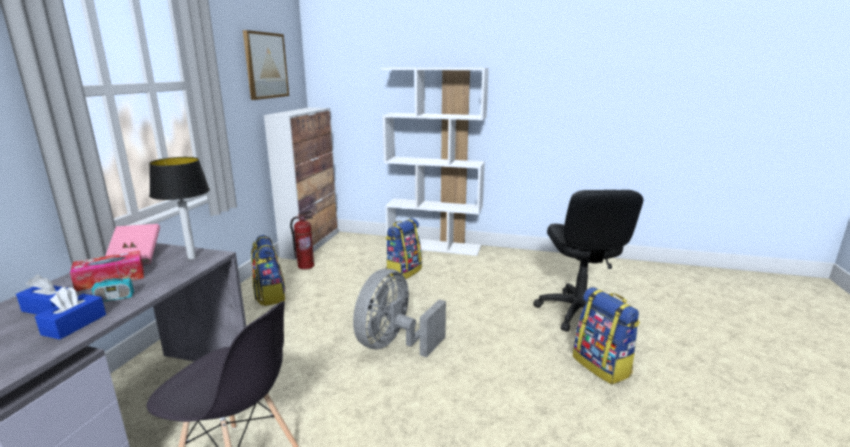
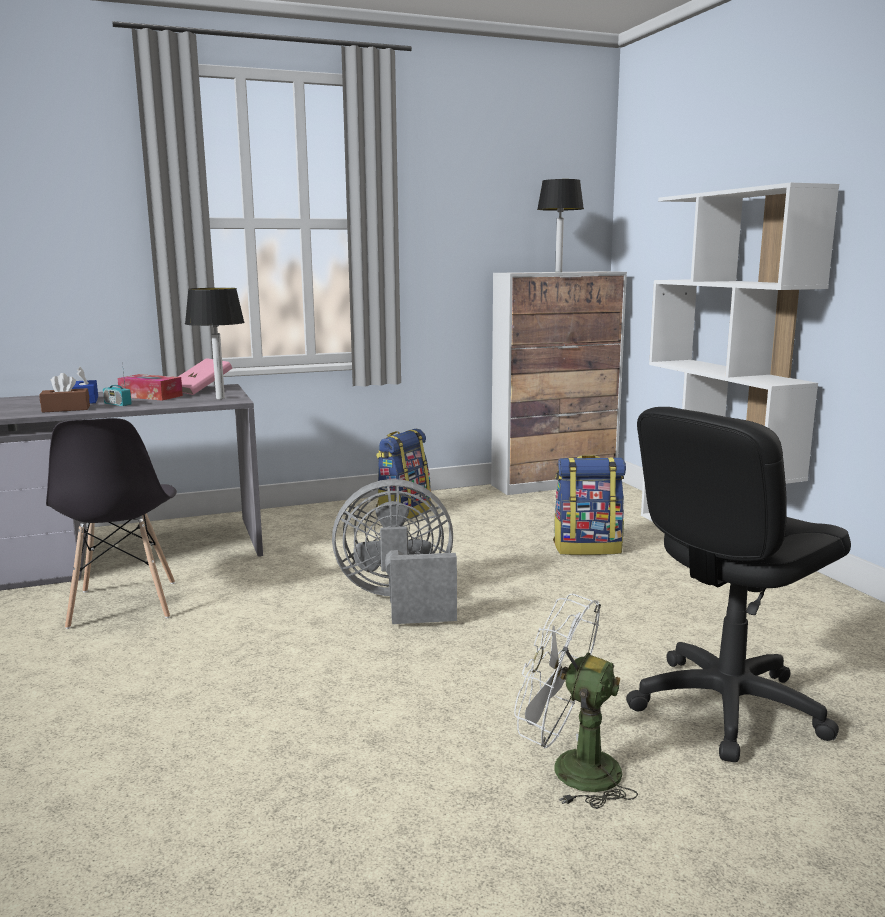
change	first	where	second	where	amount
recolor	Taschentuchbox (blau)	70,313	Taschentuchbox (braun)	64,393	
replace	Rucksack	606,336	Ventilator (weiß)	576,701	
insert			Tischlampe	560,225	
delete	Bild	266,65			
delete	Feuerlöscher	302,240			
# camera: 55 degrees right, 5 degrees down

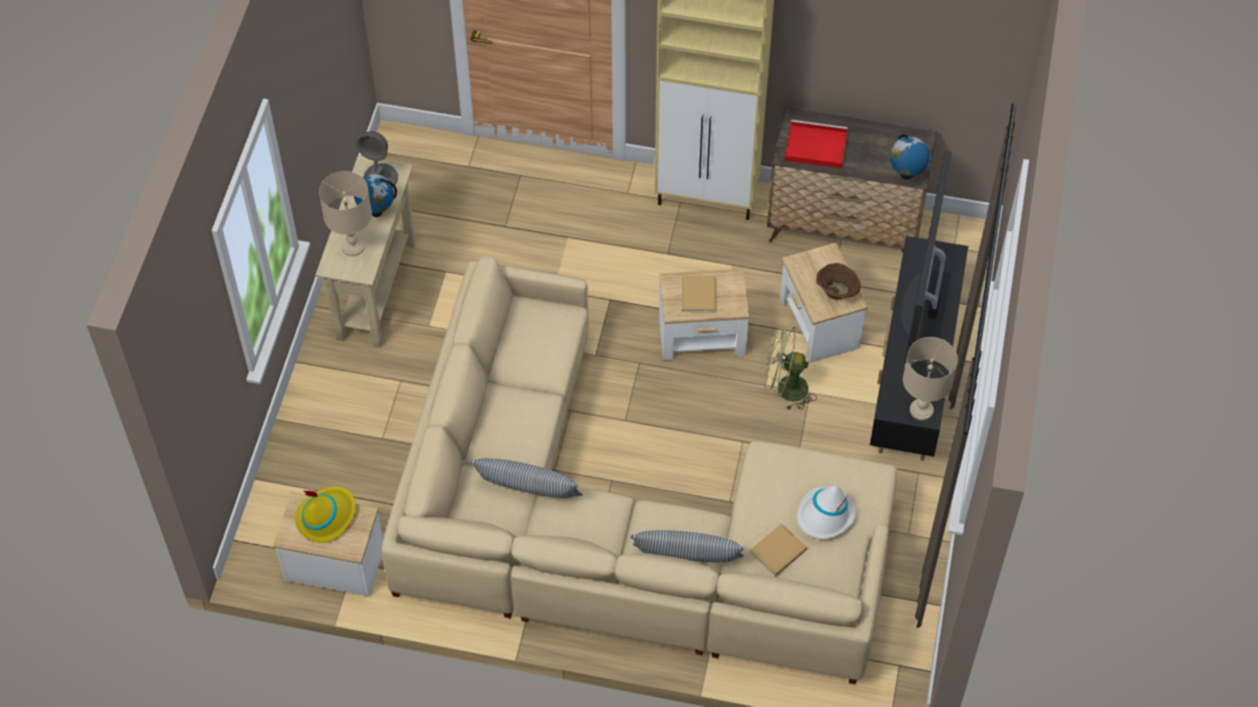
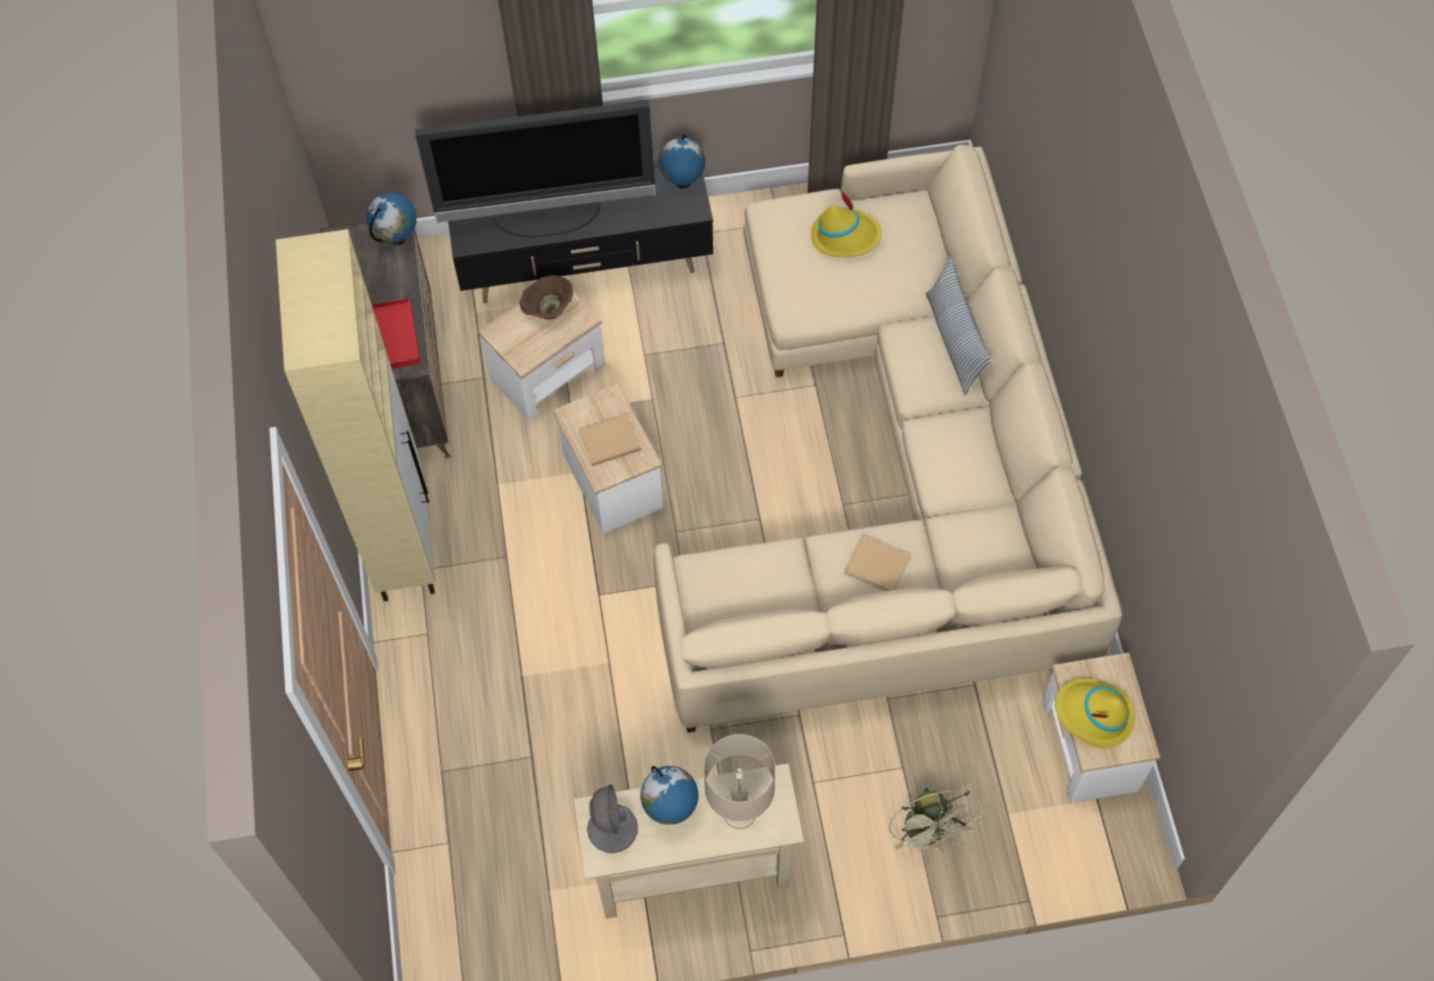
change	first	where	second	where	amount
replace	Tischlampe (beige)	930,378	Globus	682,161	
recolor	Hut (weiß)	826,512	Hut (gelb)	846,223	
move	Buch (beige)	778,550		877,563	
move	Ventilator (grün)	791,368		936,821	
delete	Kissen	526,478			
# camera: 110 degrees left, 5 degrees up

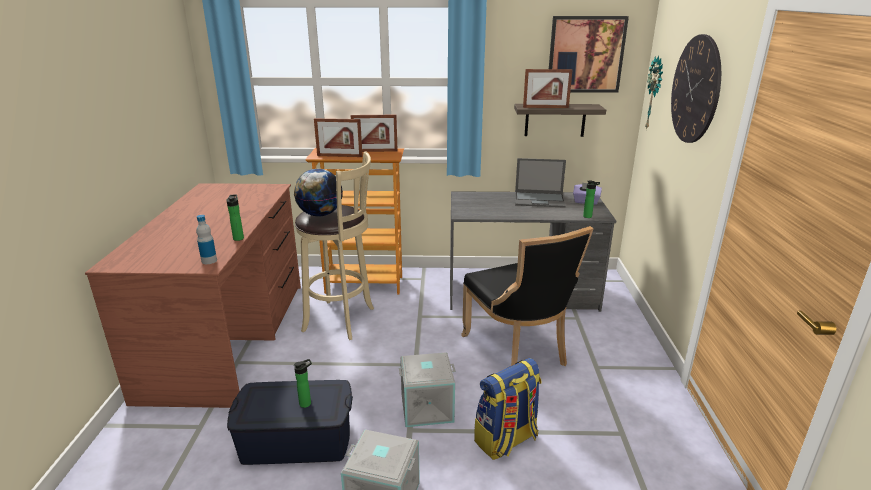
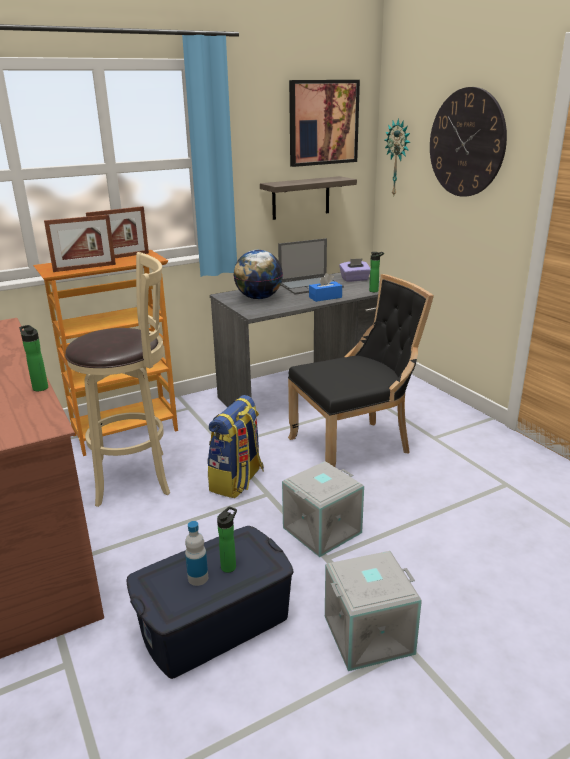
change	first	where	second	where	amount
move	Flasche	206,239		196,553	
move	Rucksack	507,409		236,446	
move	Globus	318,193		258,274	
rotate	Stuhl (schwarz)	527,296		361,370	60 degrees counterclockwise
insert			Taschentuchbox (blau)	325,287	
delete	Bilderrahmen	547,88			
# camera: 30 degrees left, 0 degrees up

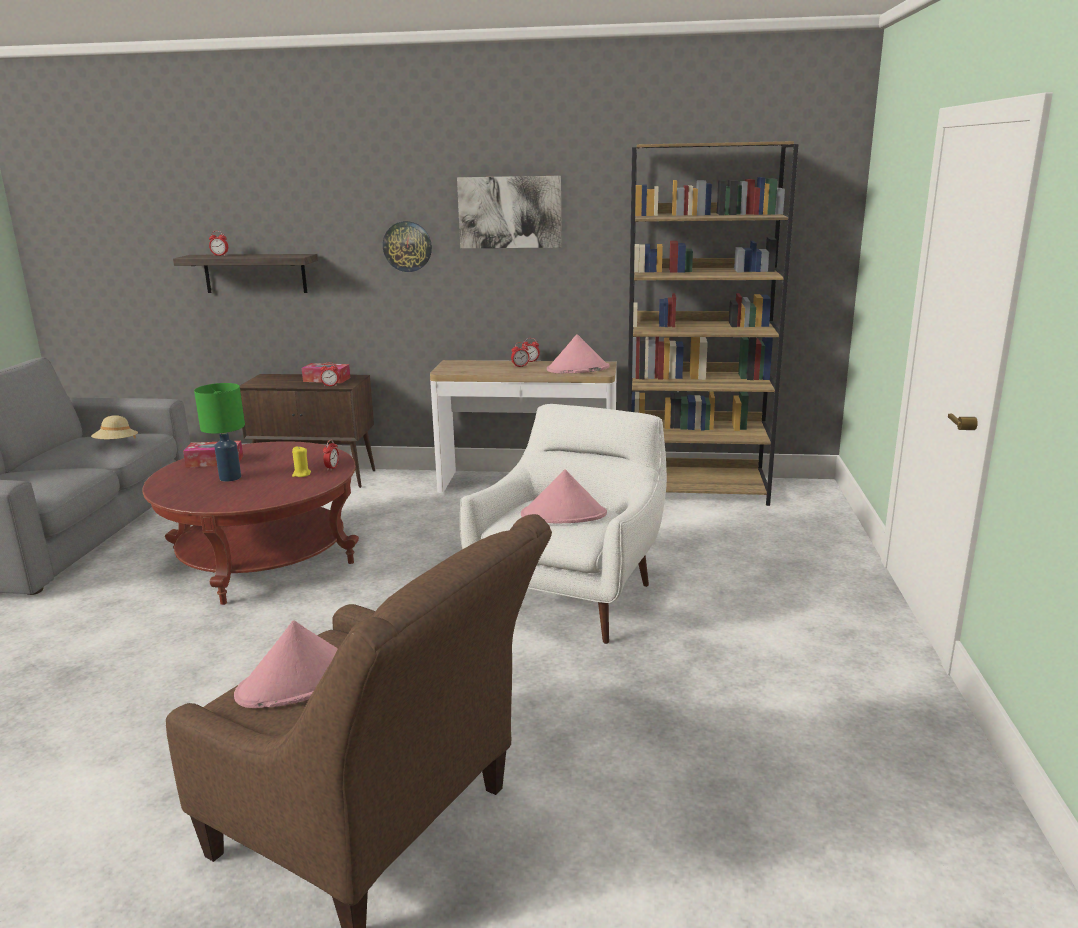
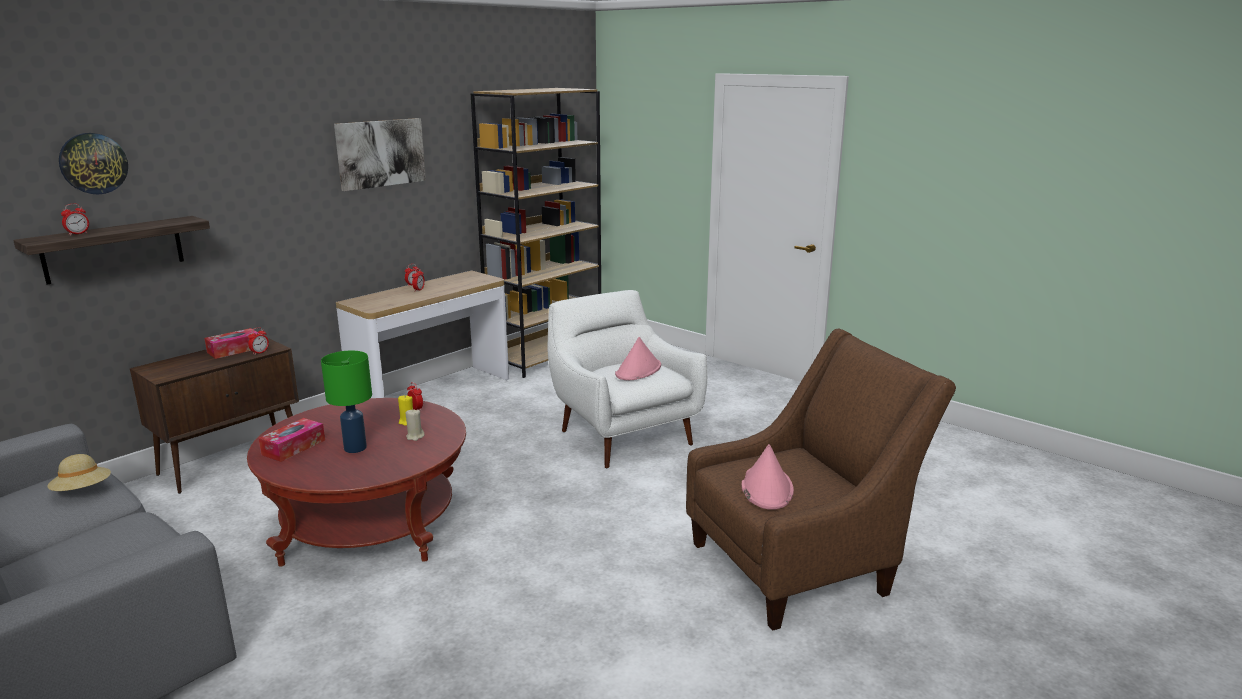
change	first	where	second	where	amount
move	Wanduhr	407,246		93,163	
insert			Kerze (beige)	415,425	
delete	Hut (rosa)	578,354			
# camera: 55 degrees left, 0 degrees up

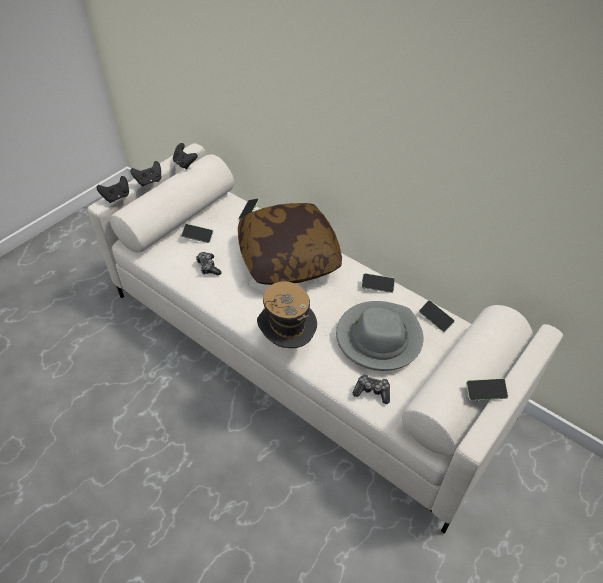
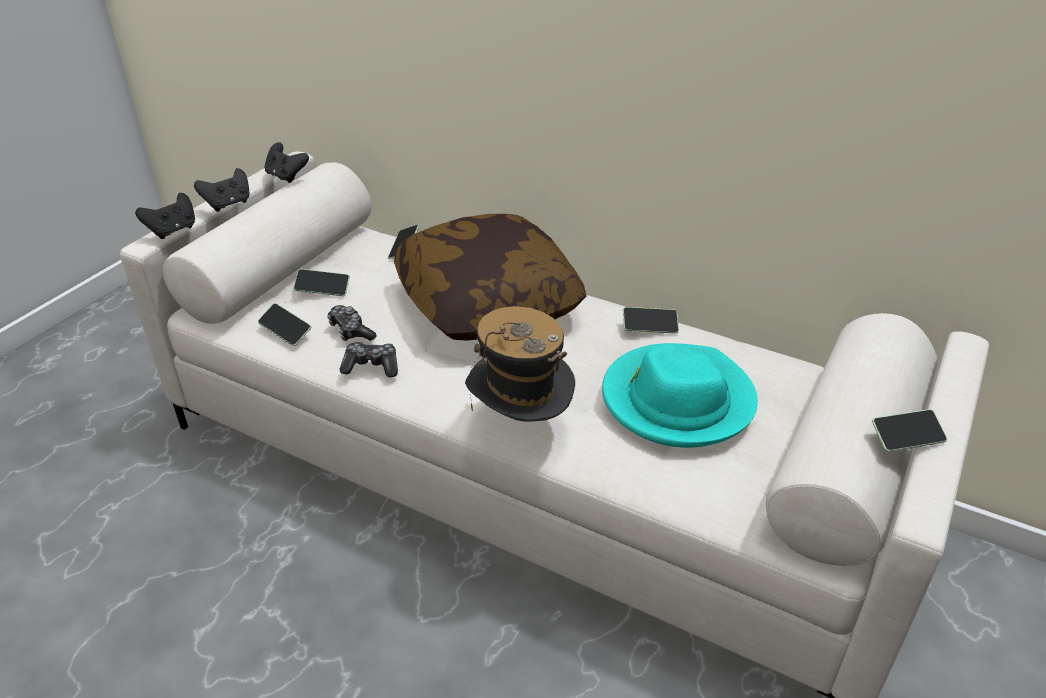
change	first	where	second	where	amount
move	Handy	437,316		284,324	
move	Gamepad	371,389		369,359	
recolor	Hut (grau)	380,336	Hut (türkis)	680,395	
# camera: 10 degrees left, 10 degrees down

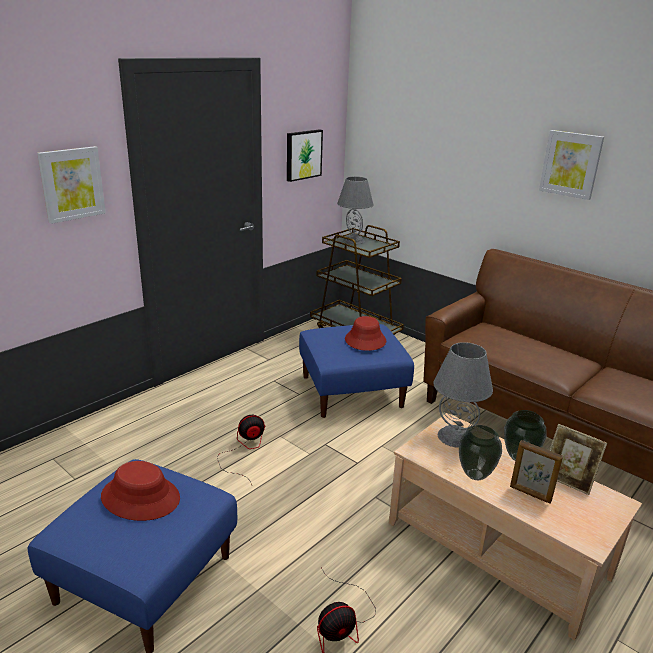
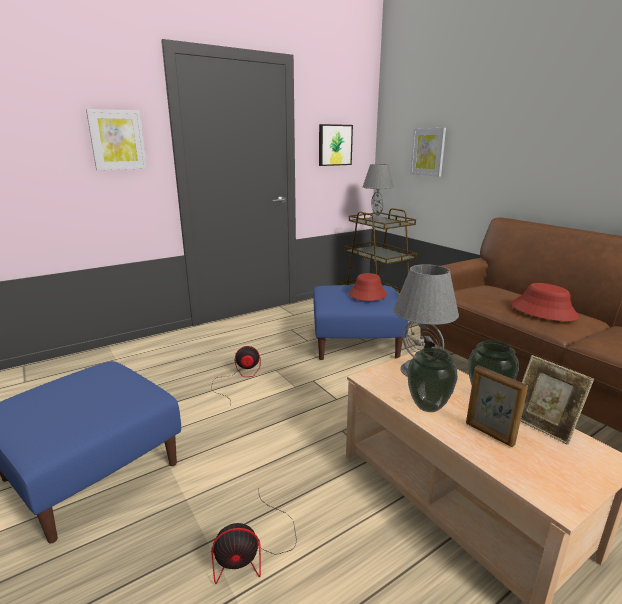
change	first	where	second	where	amount
move	Bild	571,165		428,152	
move	Hut (rot)	140,491		544,302	
# camera: 15 degrees right, 5 degrees down

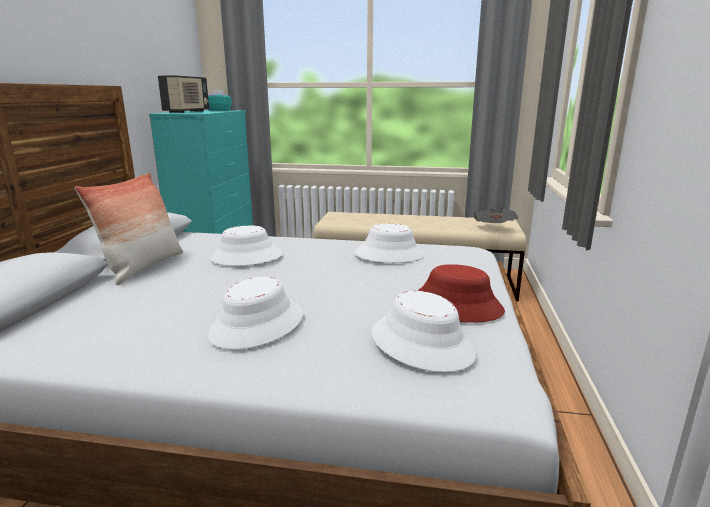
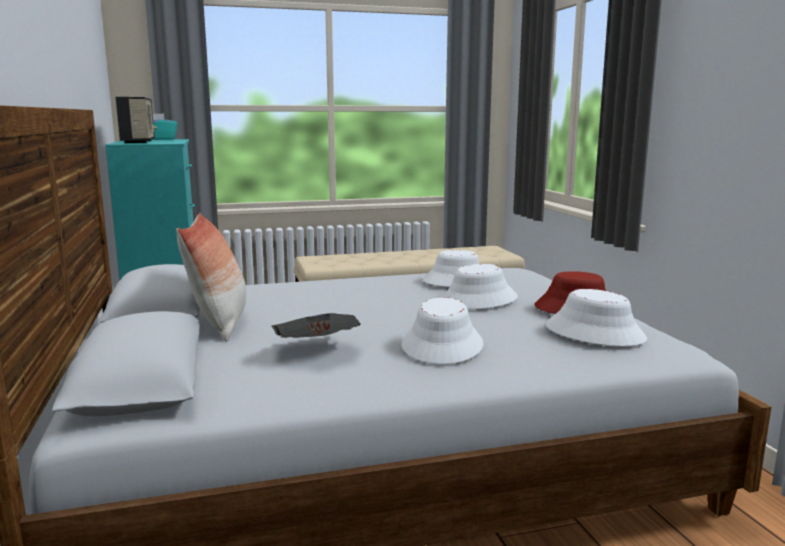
change	first	where	second	where	amount
move	Zeitung	496,215		316,325	
move	Hut (weiß)	246,245		480,286	
# camera: 25 degrees left, 5 degrees down

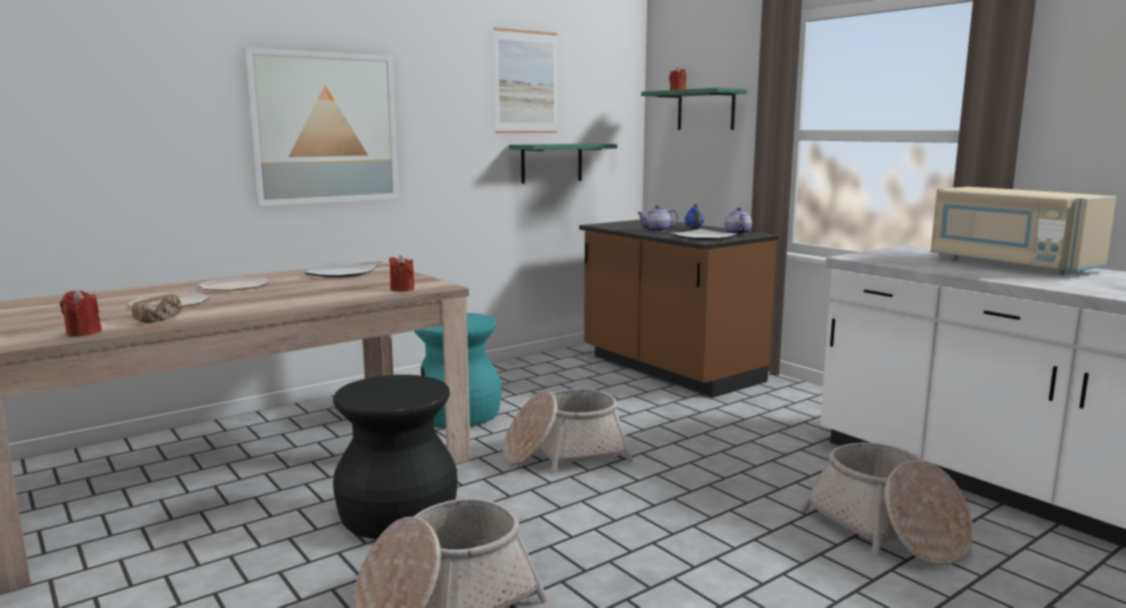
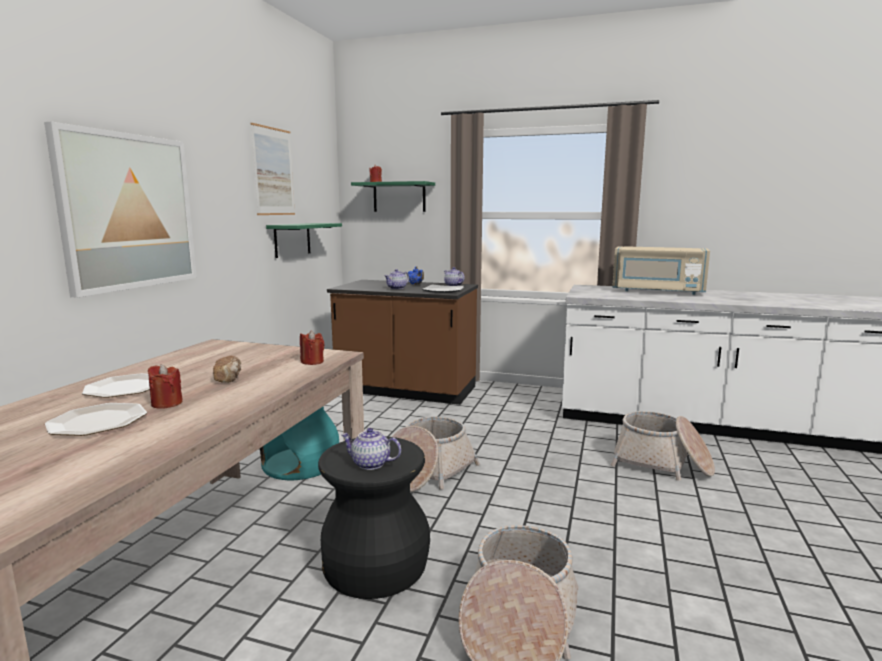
change	first	where	second	where	amount
move	Kerze (rot)	81,313		165,386	
move	Brot	156,308		227,369	
insert			Teekanne	371,449	
delete	Teller	341,270			
# camera: 35 degrees left, 0 degrees up

